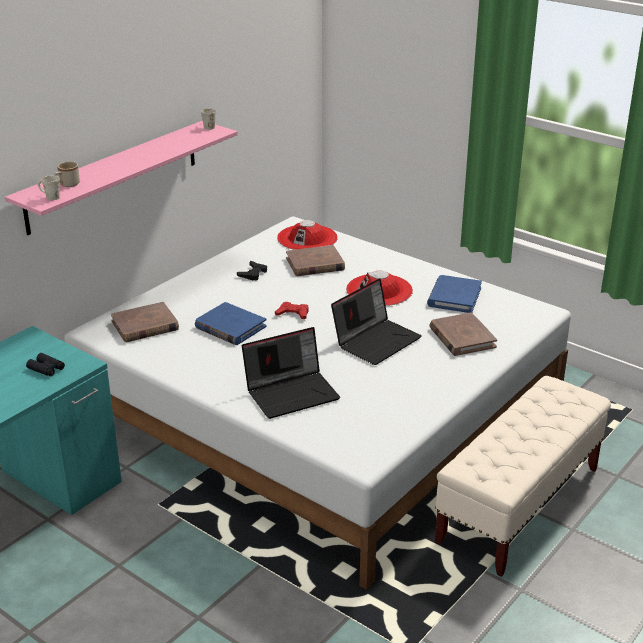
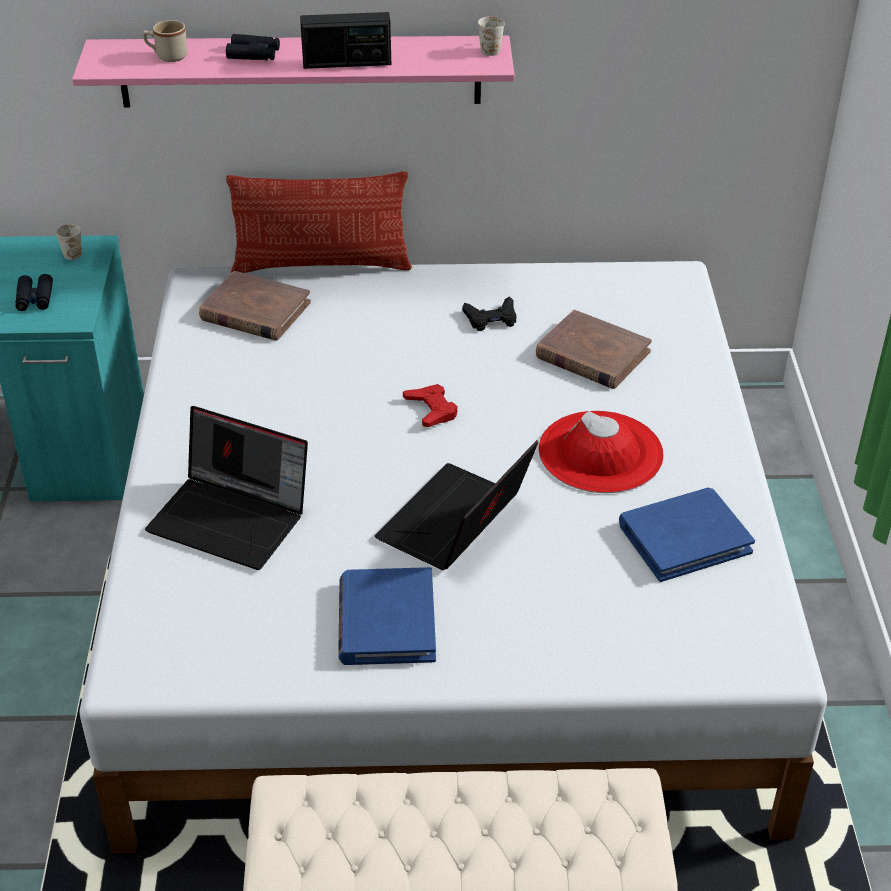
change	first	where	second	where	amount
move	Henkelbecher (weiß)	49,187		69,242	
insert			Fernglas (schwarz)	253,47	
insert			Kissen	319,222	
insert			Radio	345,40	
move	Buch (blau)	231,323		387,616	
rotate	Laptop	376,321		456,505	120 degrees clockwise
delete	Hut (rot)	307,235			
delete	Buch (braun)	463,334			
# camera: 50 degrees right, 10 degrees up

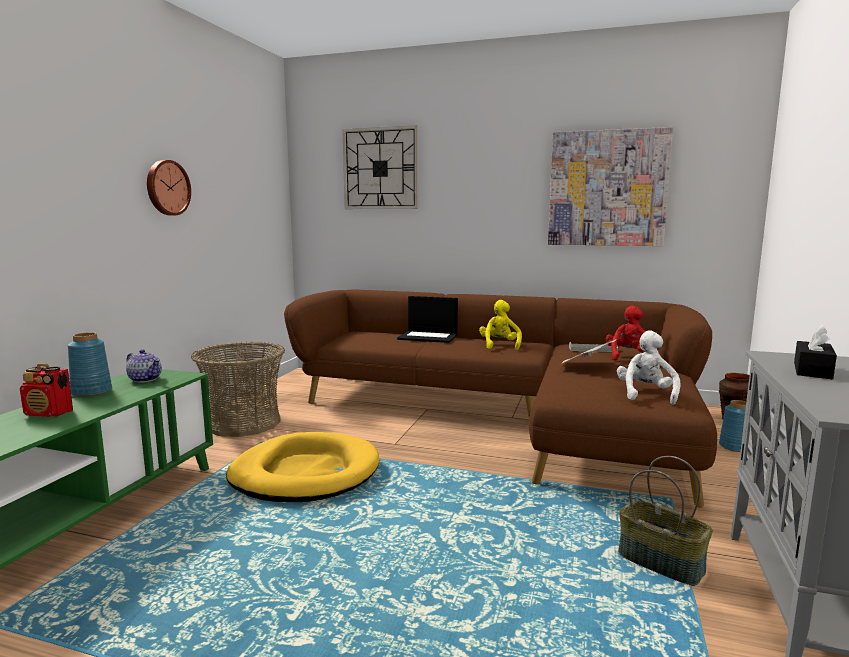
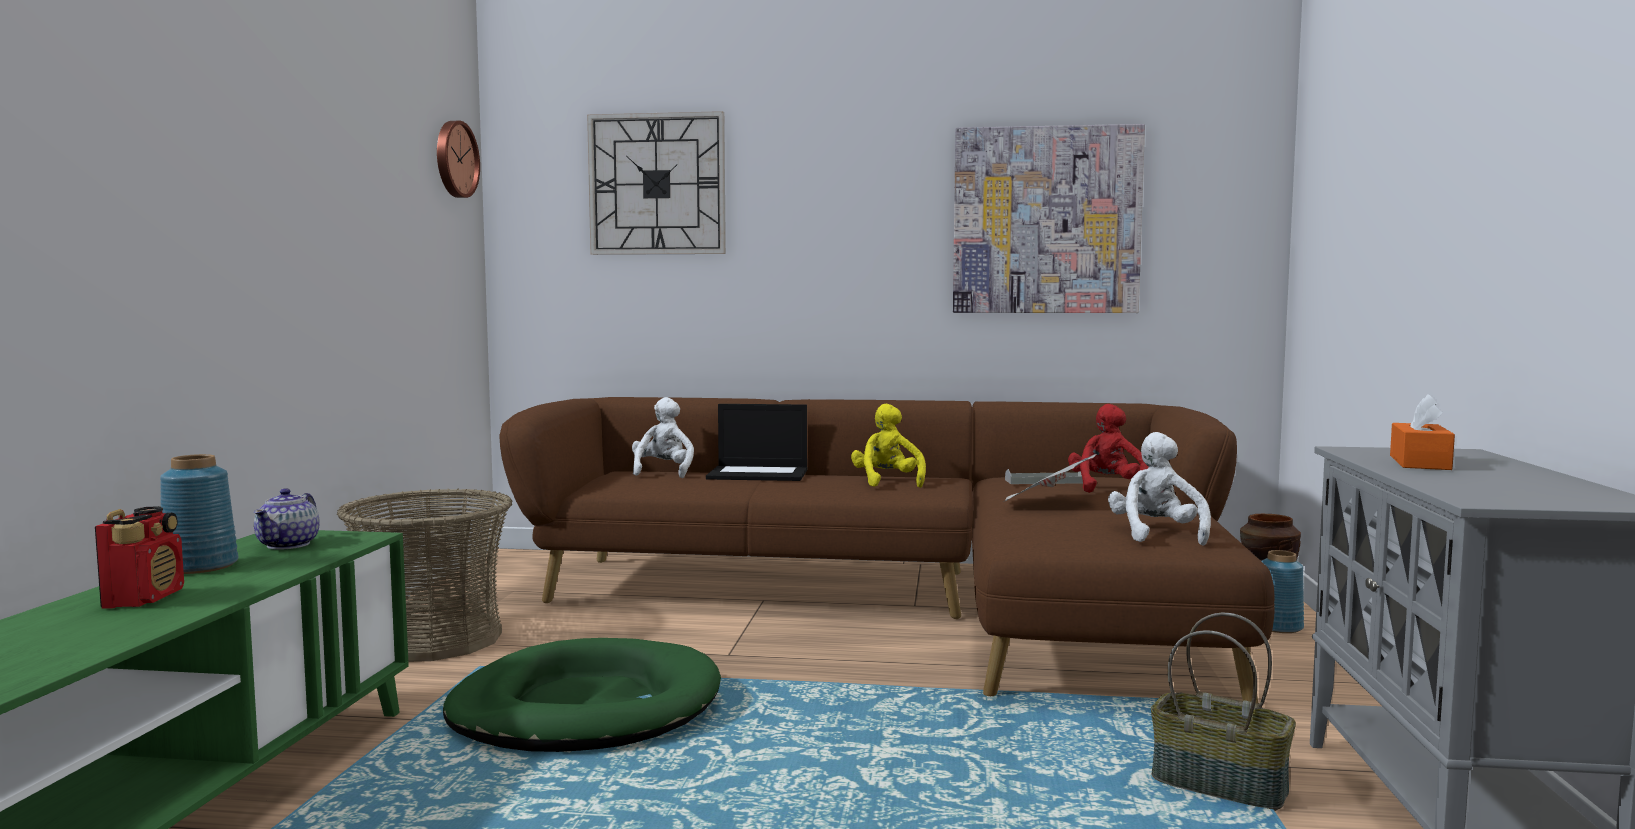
change	first	where	second	where	amount
rotate	Radio	46,390		139,557	90 degrees counterclockwise
rotate	Teekanne	144,366		287,519	75 degrees clockwise
move	Wanduhr	169,187		458,159	
recolor	Hundebett (gelb)	302,467	Hundebett (grün)	582,695	
insert			Plüschtier (weiß)	663,437	
recolor	Taschentuchbox (schwarz)	815,352	Taschentuchbox (orange)	1422,432	
# camera: 10 degrees left, 5 degrees down

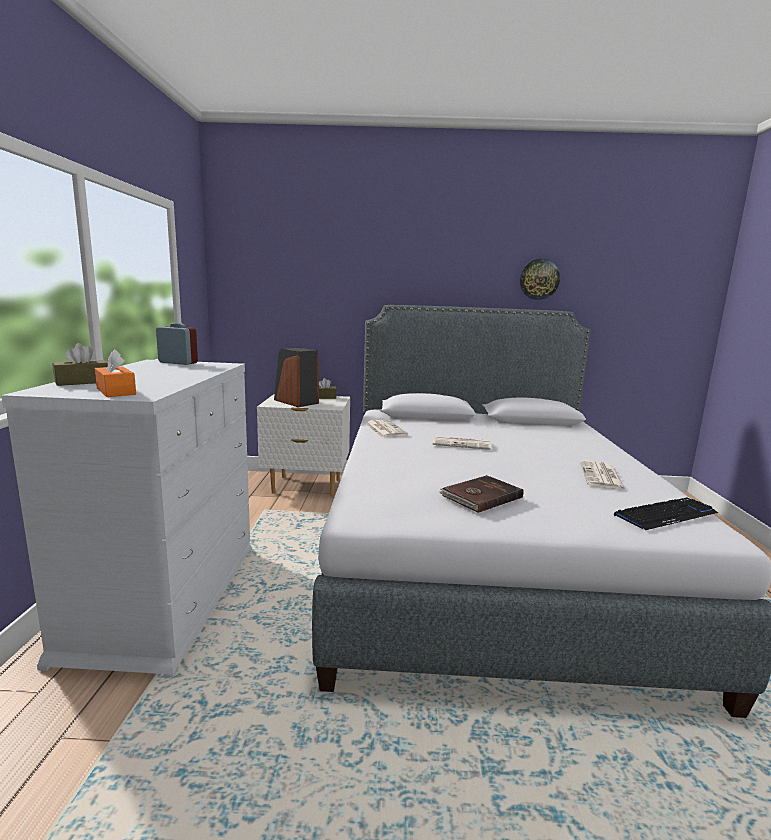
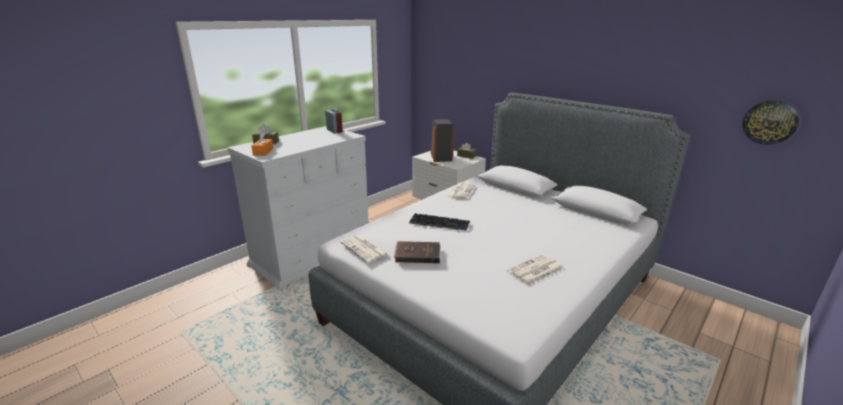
change	first	where	second	where	amount
move	Zeitung	461,443		364,249	
move	Tastatur	666,514		439,222	
move	Wanduhr	539,279		770,122	
# camera: 40 degrees right, 10 degrees up

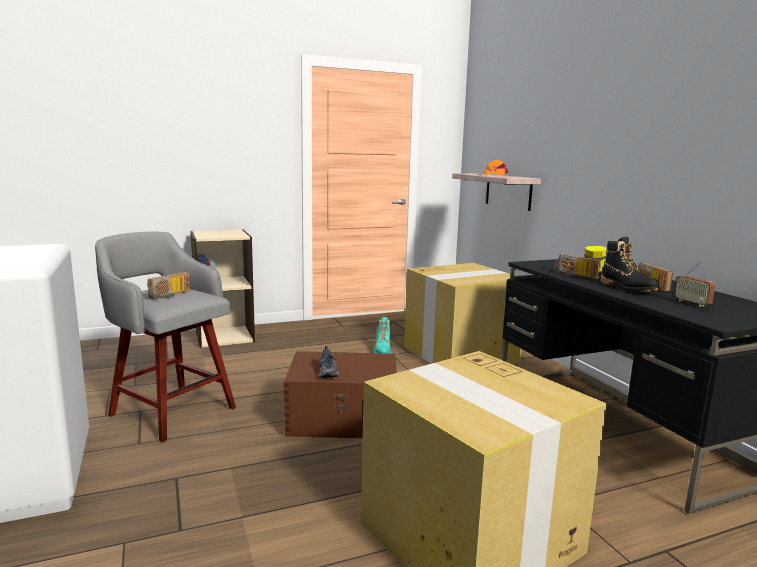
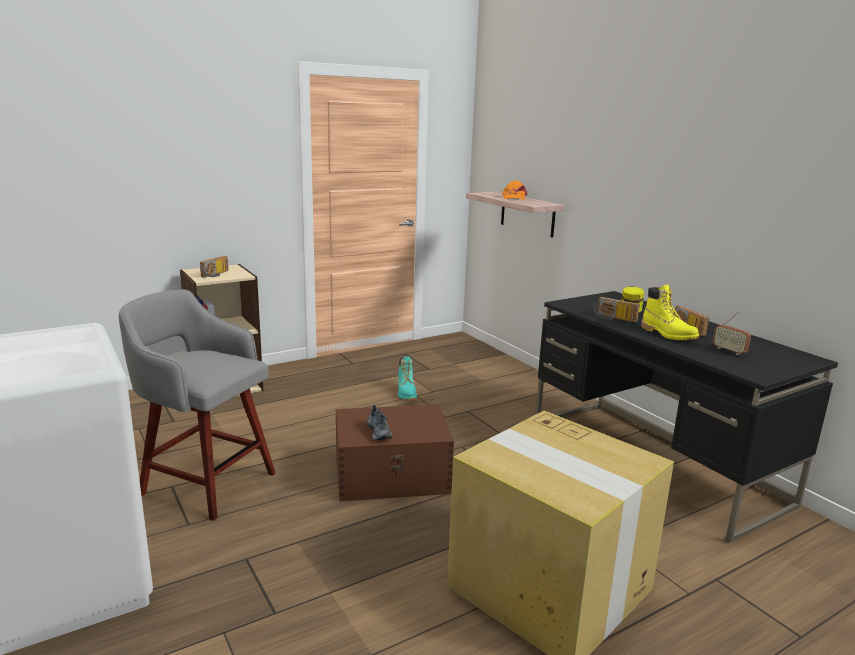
change	first	where	second	where	amount
move	Radio	168,285		214,267	
recolor	Stiefel (schwarz)	630,264	Stiefel (gelb)	670,312	
delete	Karton	462,313			
# camera: 10 degrees left, 5 degrees up

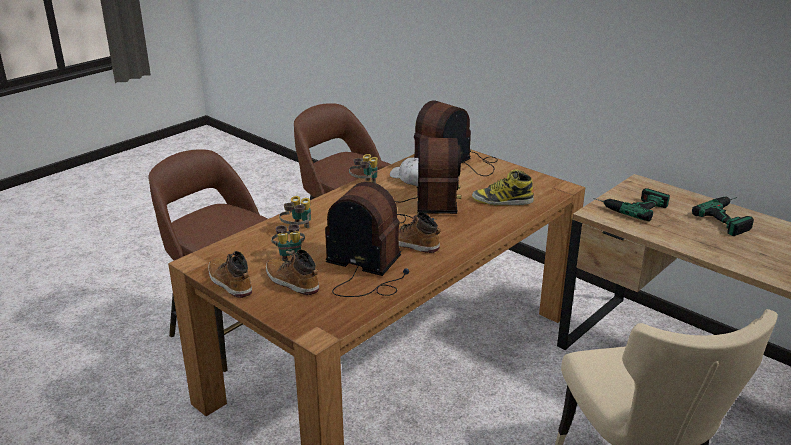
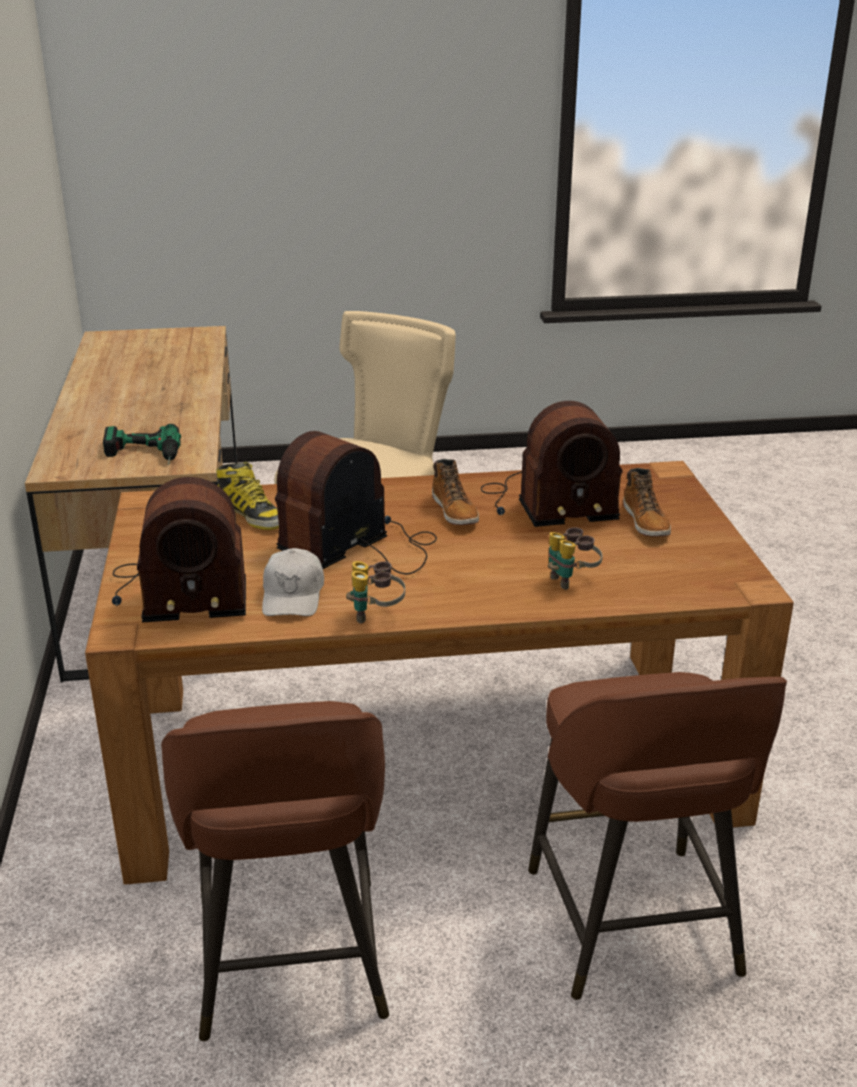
change	first	where	second	where	amount
rotate	Radio	367,239		552,464	75 degrees counterclockwise
delete	Stiefel	230,274			
delete	Fernglas	288,243			
delete	Bohrmaschine	723,216			
# camera: 140 degrees left, 0 degrees up

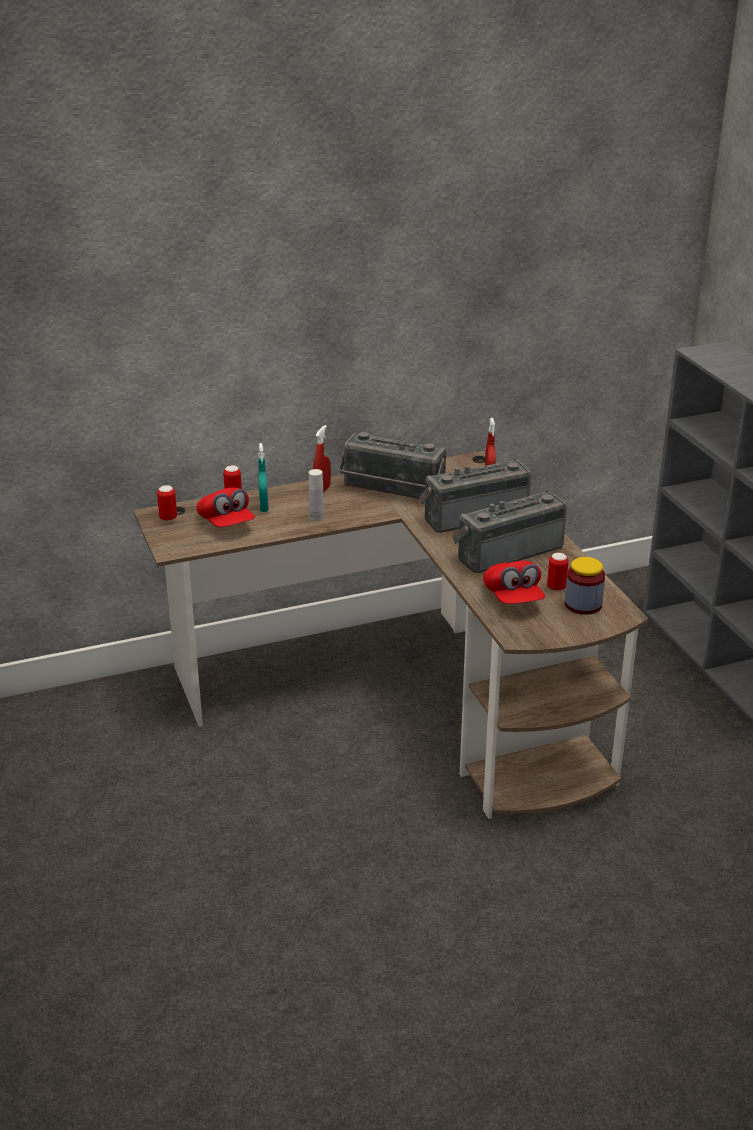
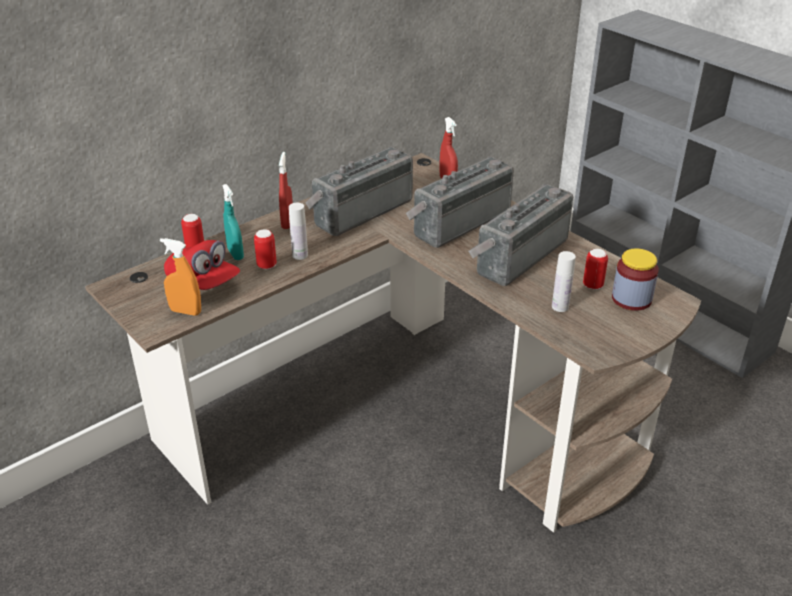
change	first	where	second	where	amount
insert			Sprühflasche (orange)	180,277	
move	Dose	167,503		265,249	
rotate	Radio	392,465		359,191	135 degrees clockwise
replace	Kappe (rot)	514,582	Flasche (weiß)	564,281	
# camera: 20 degrees left, 5 degrees up

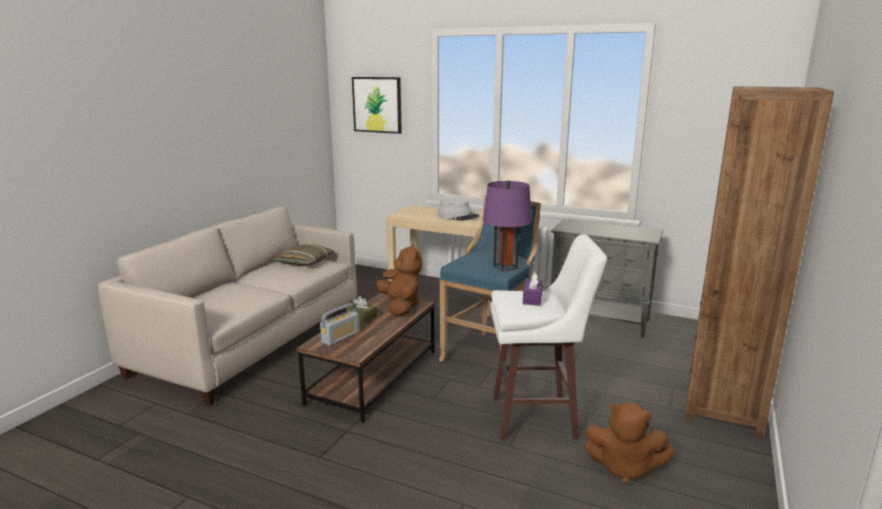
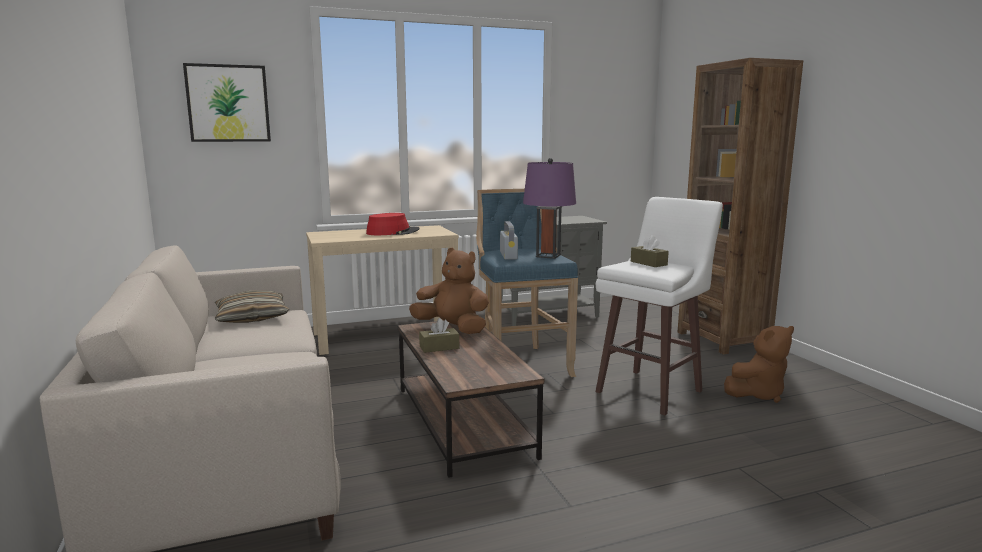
change	first	where	second	where	amount
recolor	Hut (grau)	458,210	Hut (rot)	393,224	
move	Radio	340,324		509,240	
recolor	Taschentuchbox (lila)	533,289	Taschentuchbox (braun)	650,251	
# camera: 45 degrees left, 5 degrees down

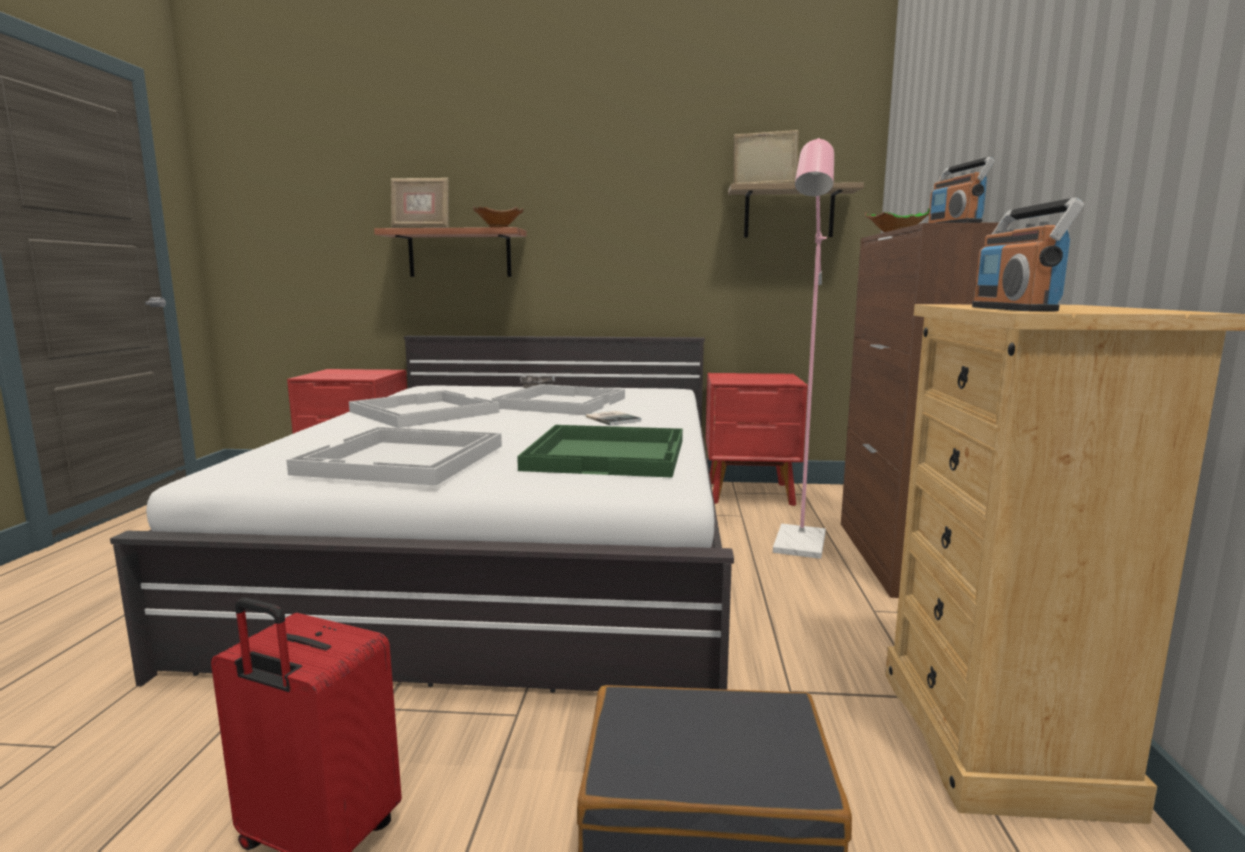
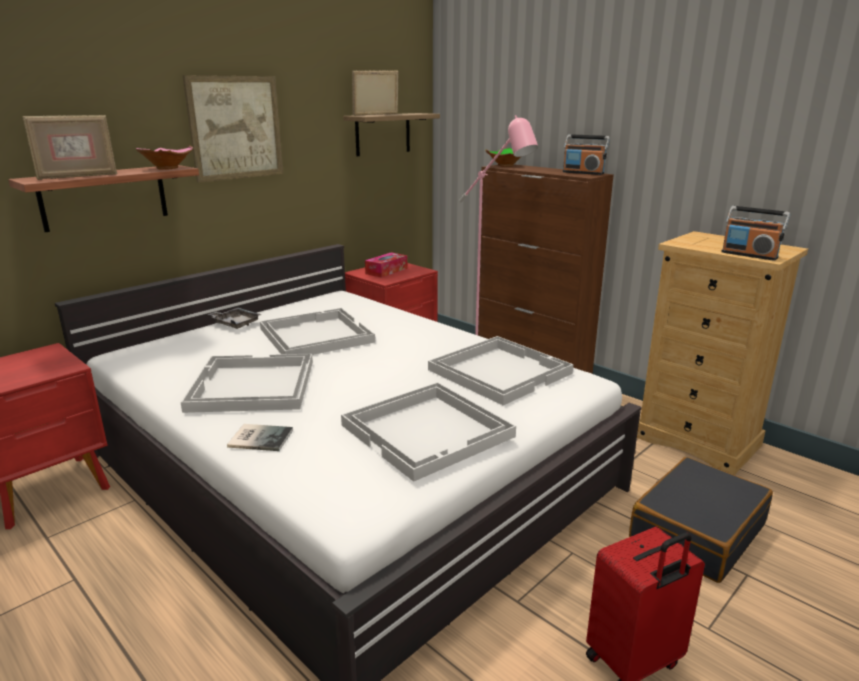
change	first	where	second	where	amount
insert			Bild	232,129	
move	Buch	613,418		260,437	
insert			Taschentuchbox	386,265	
recolor	Tablett (grün)	600,451	Tablett (weiß)	500,370	
# camera: 50 degrees left, 10 degrees up

